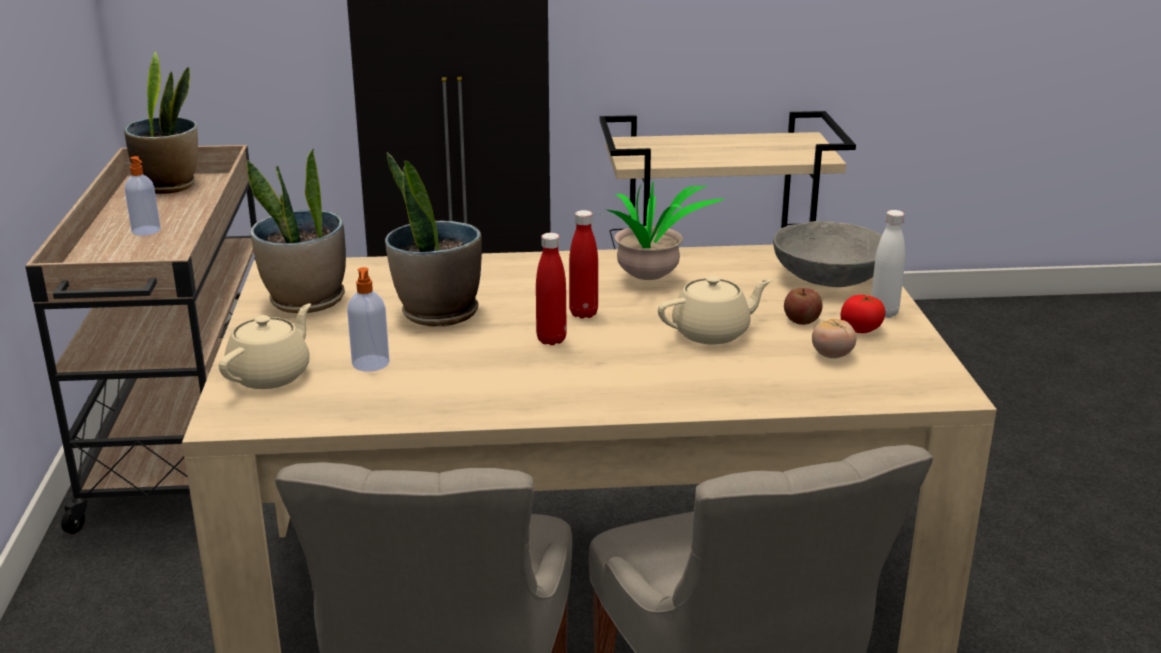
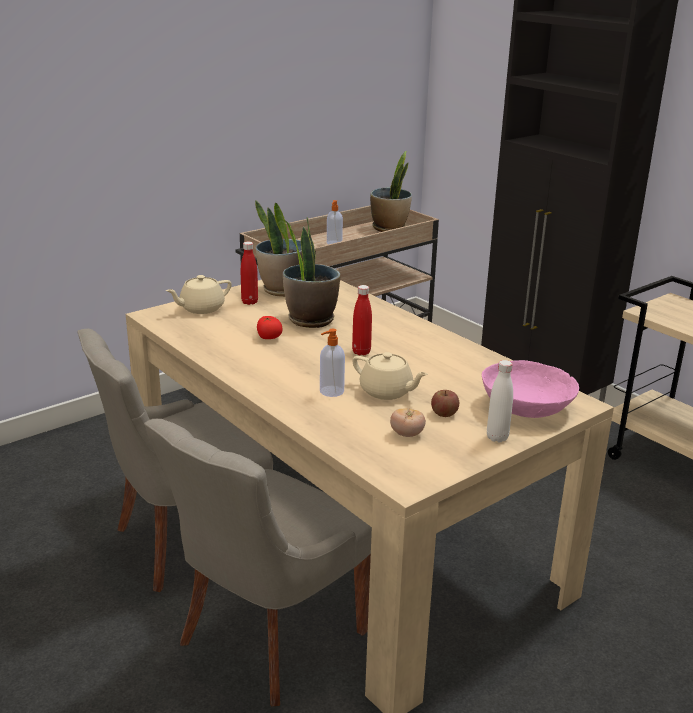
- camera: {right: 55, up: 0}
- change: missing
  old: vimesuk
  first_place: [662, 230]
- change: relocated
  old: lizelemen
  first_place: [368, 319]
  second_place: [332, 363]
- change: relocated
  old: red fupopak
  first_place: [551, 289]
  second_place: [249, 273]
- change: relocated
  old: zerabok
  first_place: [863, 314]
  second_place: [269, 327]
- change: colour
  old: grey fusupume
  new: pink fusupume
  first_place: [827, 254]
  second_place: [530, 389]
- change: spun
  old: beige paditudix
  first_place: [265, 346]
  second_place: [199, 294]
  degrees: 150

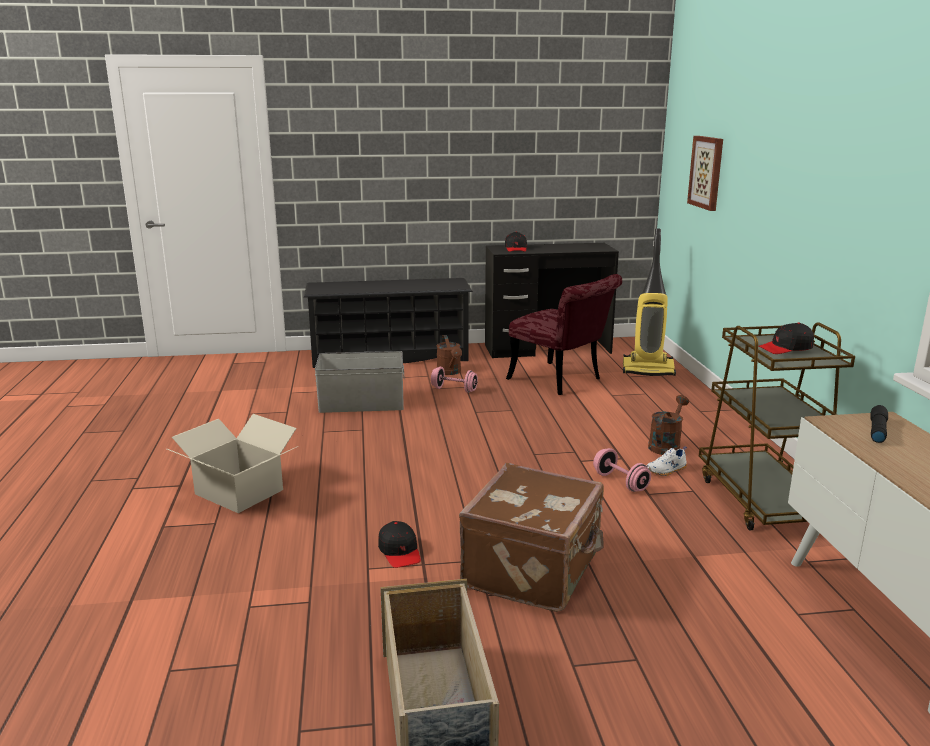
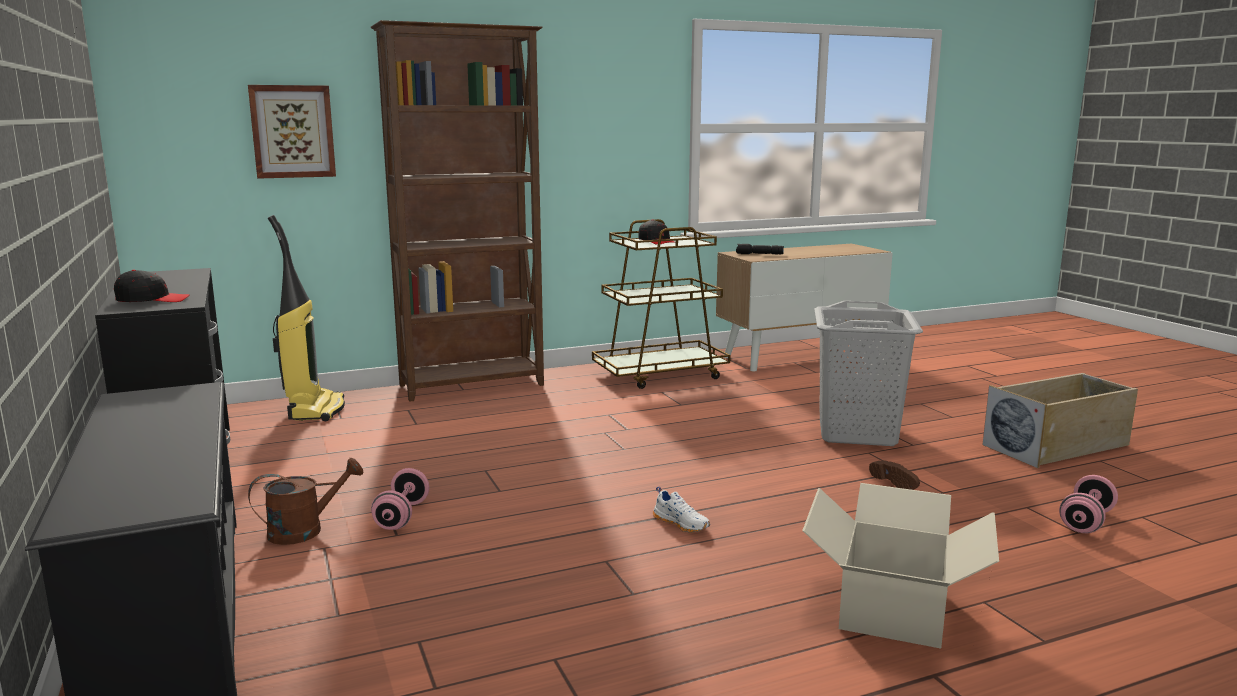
- camera: {right: -105, up: -5}
- change: missing
  old: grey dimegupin
  first_place: [359, 382]
- change: missing
  old: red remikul
  first_place: [564, 334]
- change: missing
  old: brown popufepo
  first_place: [668, 425]
- change: appeared
  new: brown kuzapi
  second_place: [457, 211]
- change: relocated
  old: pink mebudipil
  first_place: [622, 470]
  second_place: [1088, 504]
- change: relocated
  old: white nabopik
  first_place: [667, 461]
  second_place: [681, 510]
- change: exchanged
  old: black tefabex
  new: brown nabopik
  first_place: [399, 544]
  second_place: [894, 475]
- change: exchanged
  old: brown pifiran
  new: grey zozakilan
  first_place: [531, 537]
  second_place: [868, 373]

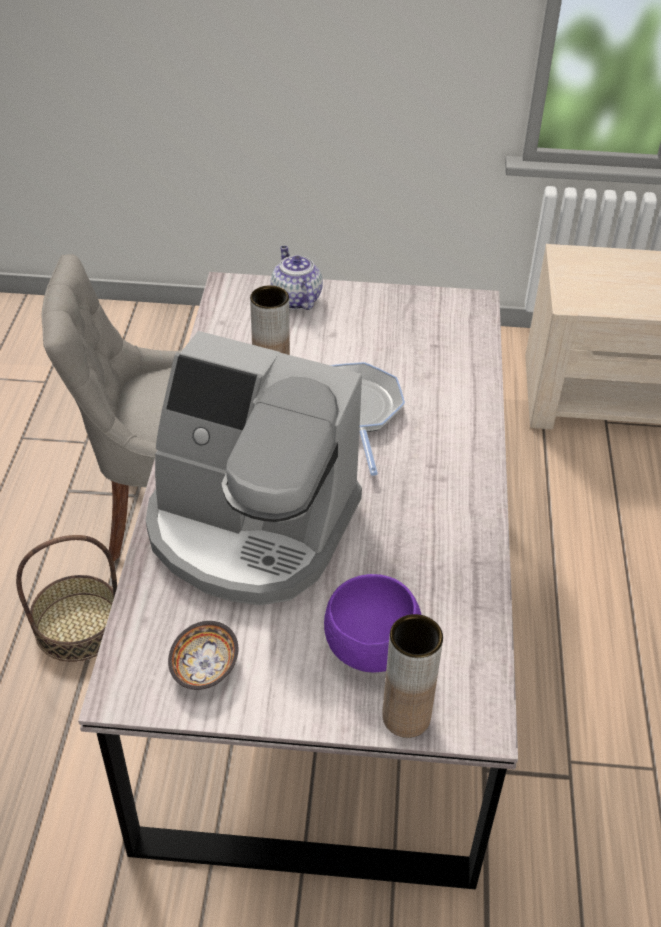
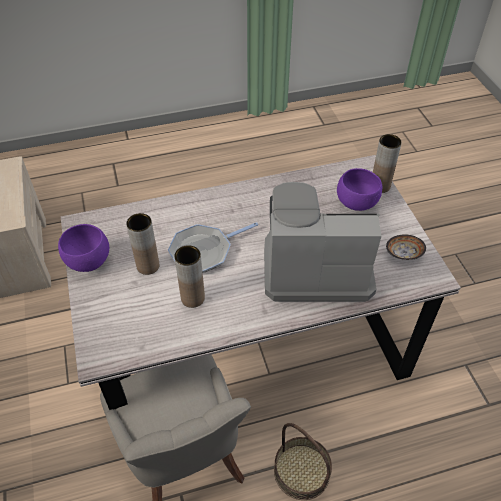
- camera: {right: -110, up: 5}
- change: missing
  old: paditudix
  first_place: [297, 278]
- change: appeared
  new: purple fusupume
  second_place: [83, 248]
- change: appeared
  new: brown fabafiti
  second_place: [142, 244]
- change: spun
  old: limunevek
  first_place: [254, 468]
  second_place: [322, 242]
  degrees: -90

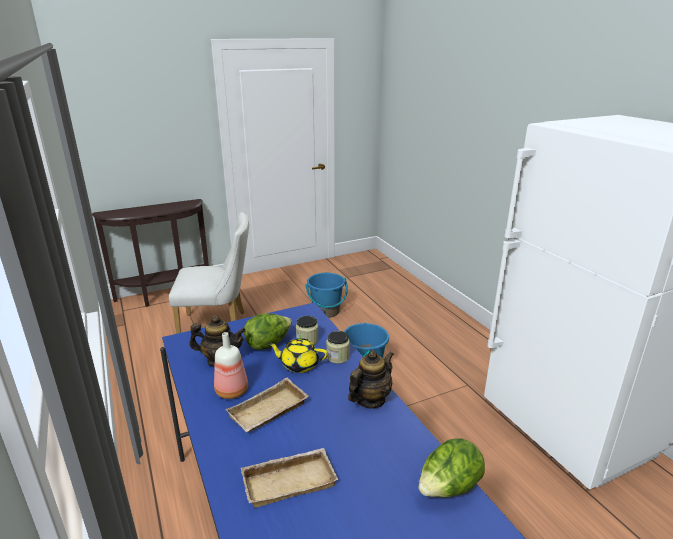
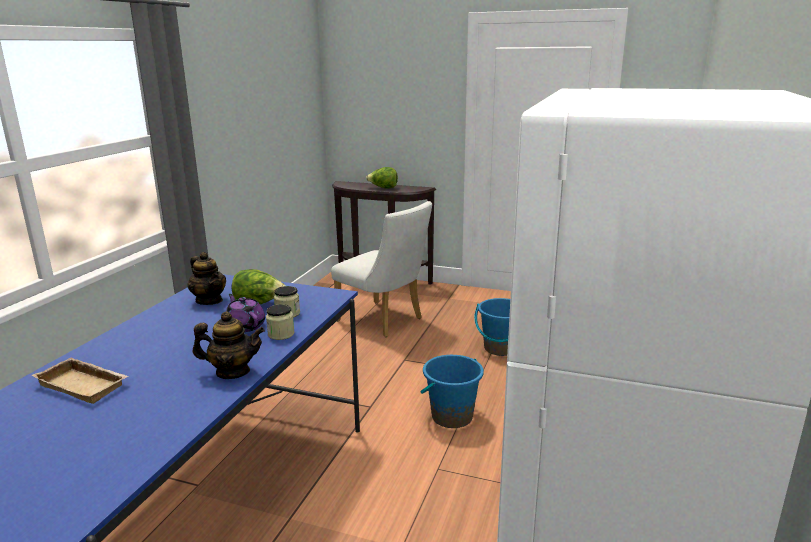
- camera: {right: 45, up: -5}
- change: missing
  old: fupopak
  first_place: [231, 365]
- change: missing
  old: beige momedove
  first_place: [267, 405]
- change: relocated
  old: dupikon
  first_place: [452, 467]
  second_place: [382, 178]
- change: colour
  old: yellow paditudix
  new: purple paditudix
  first_place: [298, 355]
  second_place: [245, 313]

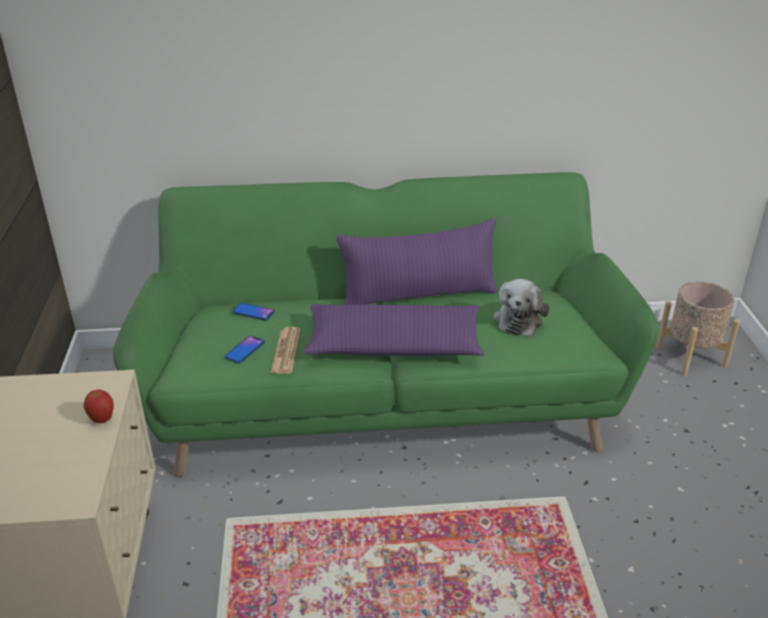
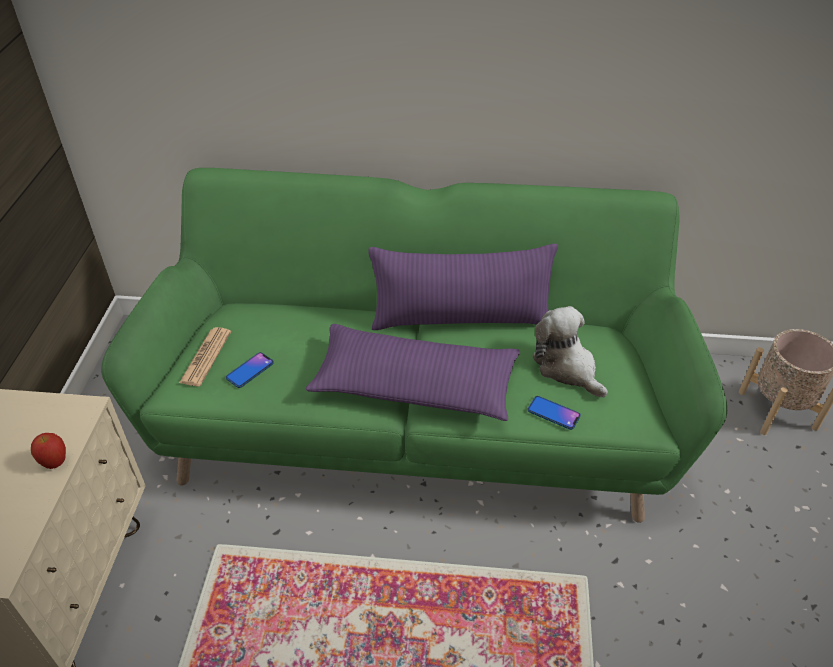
- camera: {right: 10, up: 10}
- change: relocated
  old: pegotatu
  first_place: [253, 312]
  second_place: [554, 413]
- change: relocated
  old: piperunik
  first_place: [285, 350]
  second_place: [205, 356]
- change: spun
  old: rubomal
  first_place: [521, 308]
  second_place: [570, 352]
  degrees: 120

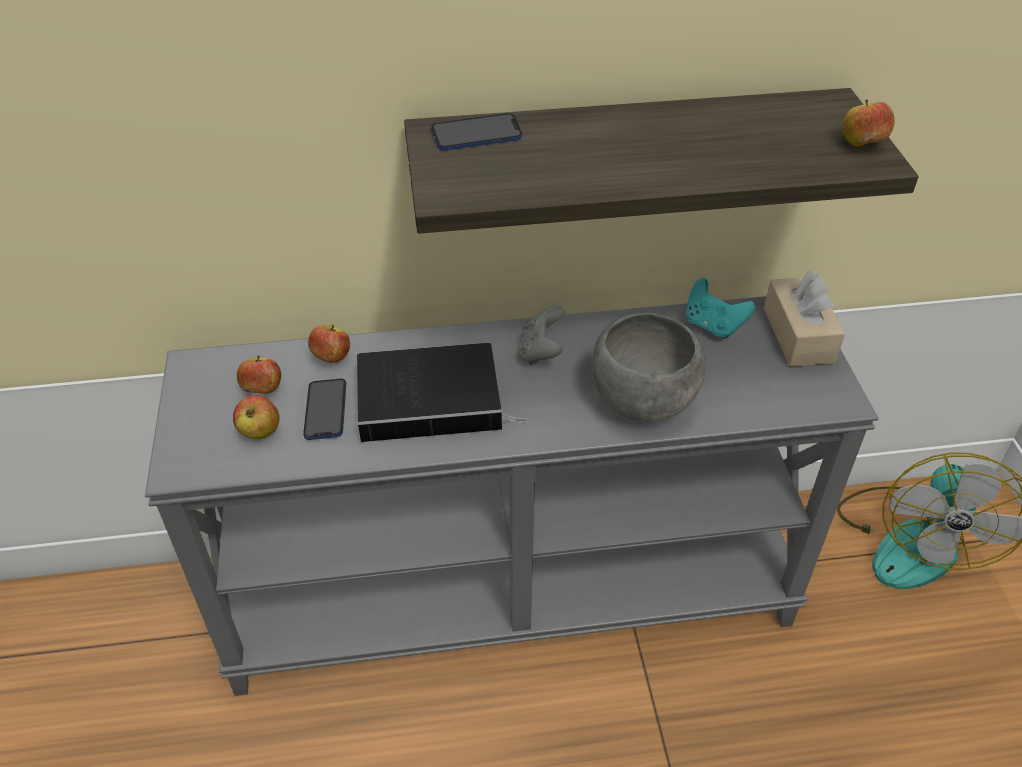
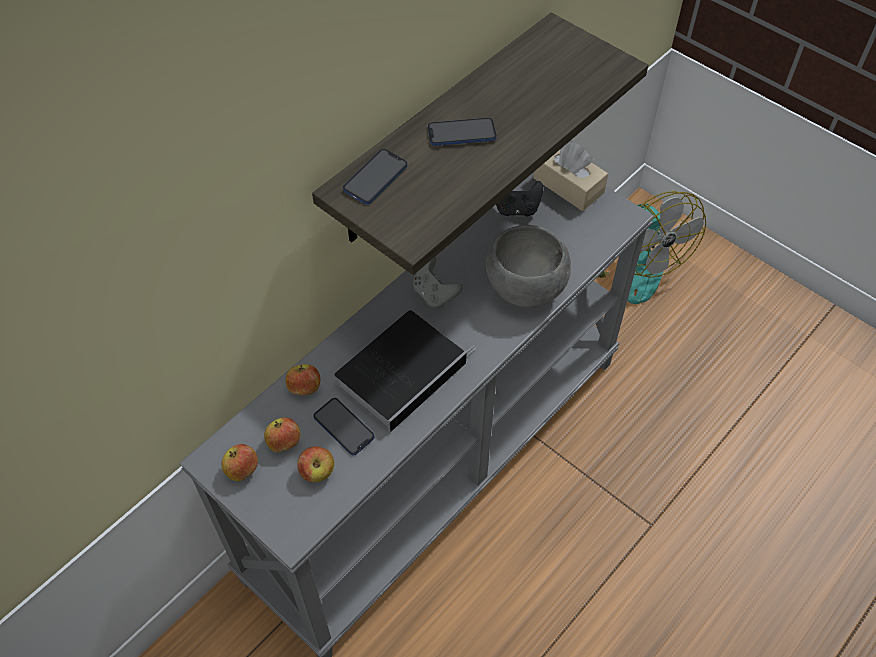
- camera: {right: -40, up: 10}
- change: appeared
  new: pegotatu
  second_place: [462, 132]
- change: relocated
  old: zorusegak
  first_place: [869, 123]
  second_place: [240, 462]
- change: colour
  old: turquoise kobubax
  new: black kobubax
  first_place: [720, 308]
  second_place: [519, 198]

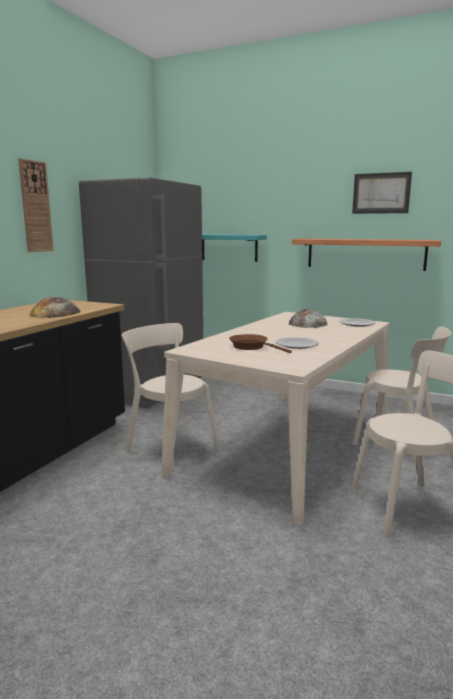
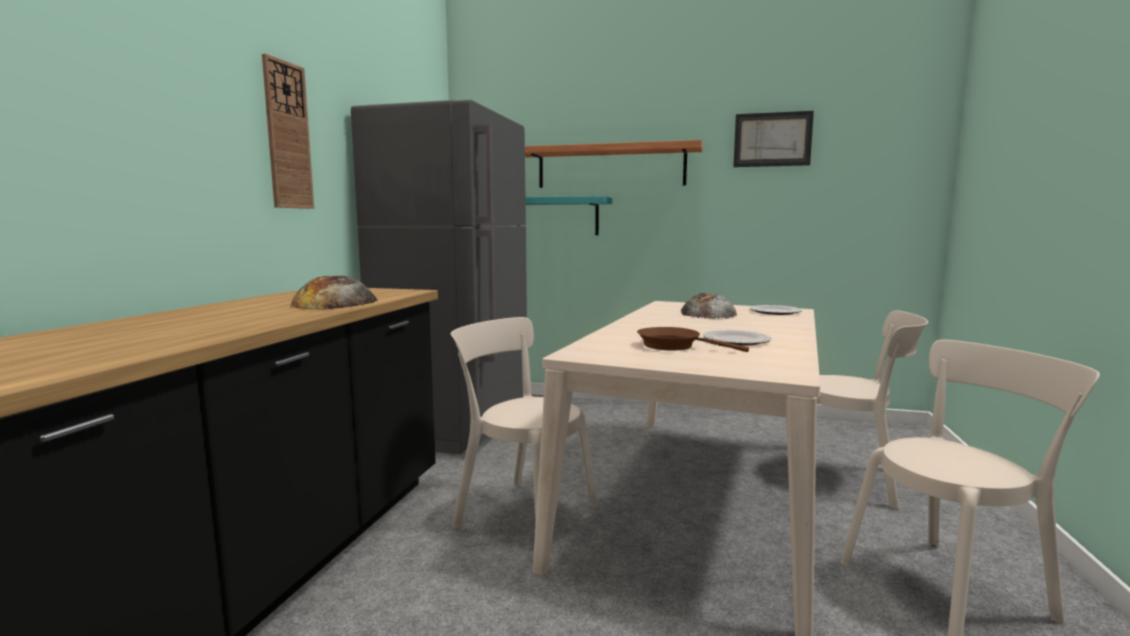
- camera: {right: -10, up: -5}
- change: relocated
  old: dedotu
  first_place: [367, 255]
  second_place: [613, 164]

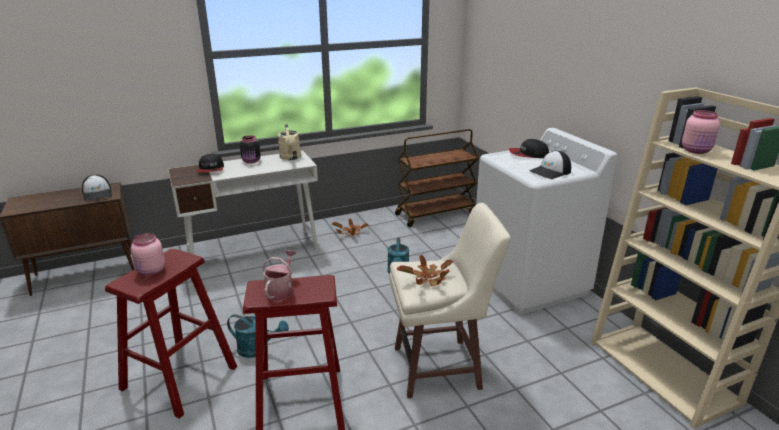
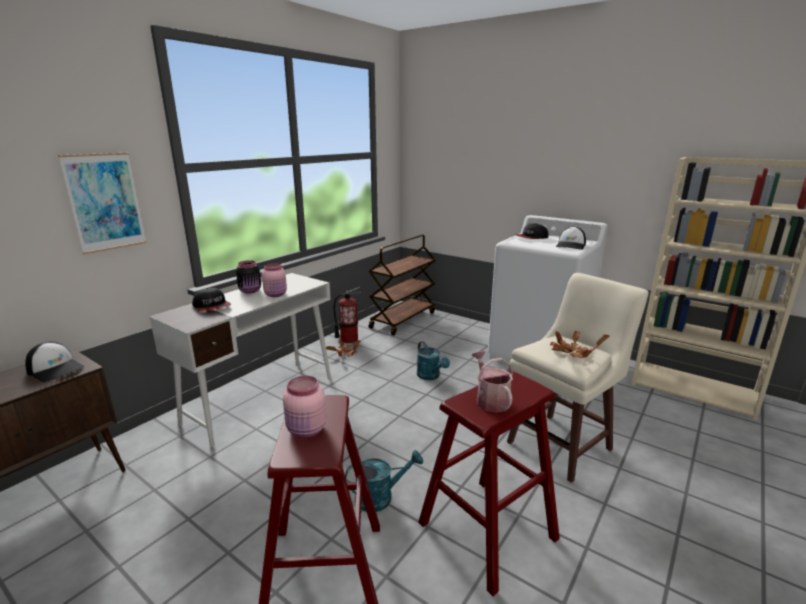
- camera: {right: -30, up: -5}
- change: missing
  old: beige popufepo
  first_place: [289, 142]
- change: appeared
  new: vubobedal
  second_place: [102, 203]
- change: appeared
  new: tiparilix
  second_place: [347, 315]
- change: relocated
  old: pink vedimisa
  first_place: [701, 132]
  second_place: [274, 280]

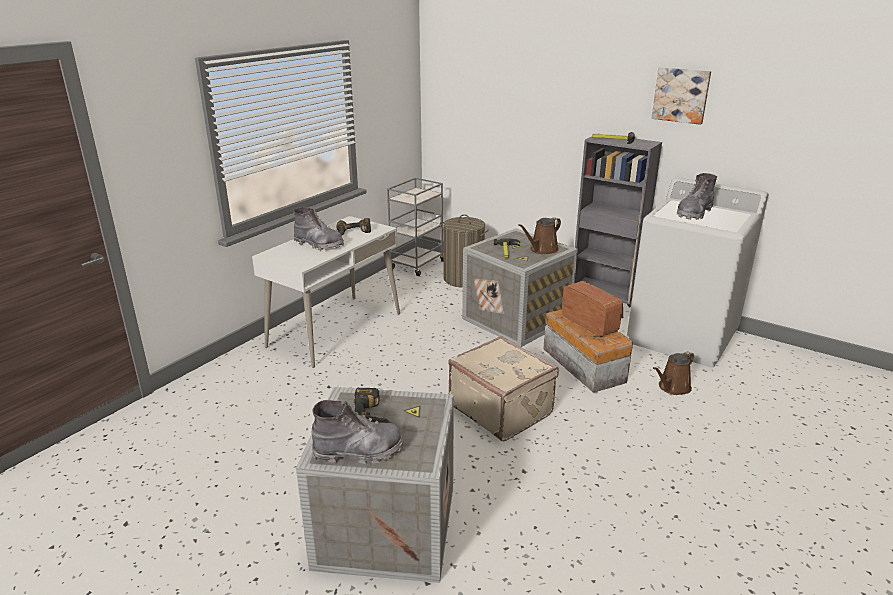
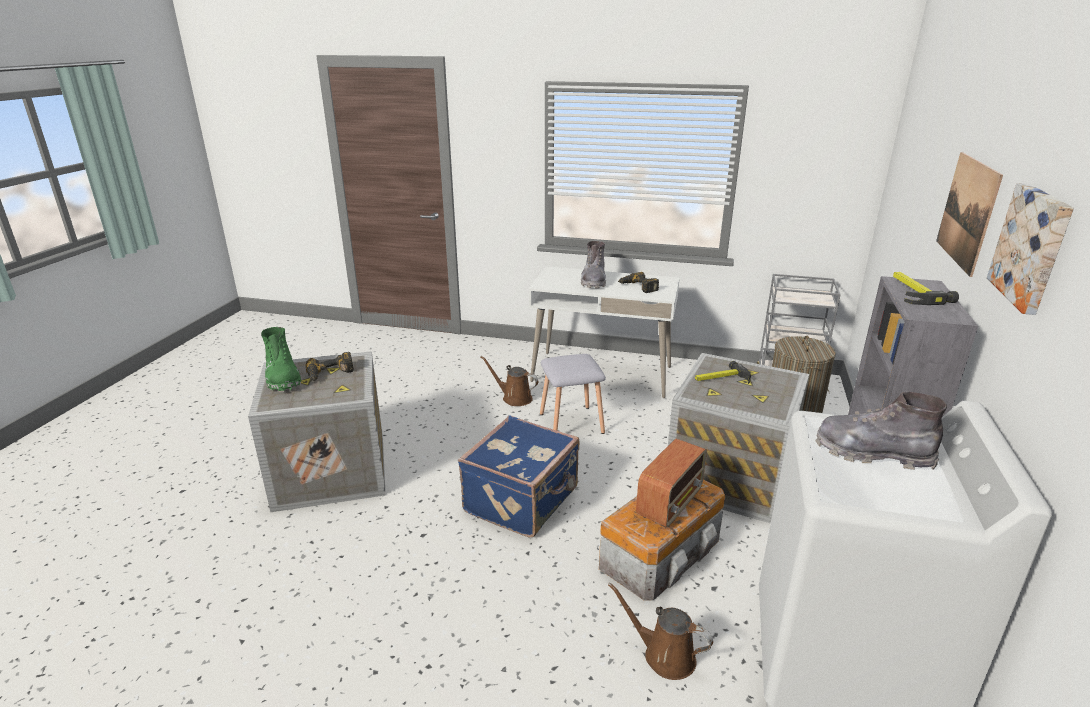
- camera: {right: 70, up: 0}
- change: appeared
  new: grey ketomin
  second_place: [573, 394]
- change: appeared
  new: vubobedal
  second_place: [969, 214]
- change: relocated
  old: brown popufepo
  first_place: [539, 235]
  second_place: [509, 381]
- change: colour
  old: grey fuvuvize
  new: green fuvuvize
  first_place: [357, 432]
  second_place: [281, 359]
- change: colour
  old: beige pifiran
  new: blue pifiran
  first_place: [503, 389]
  second_place: [518, 476]

